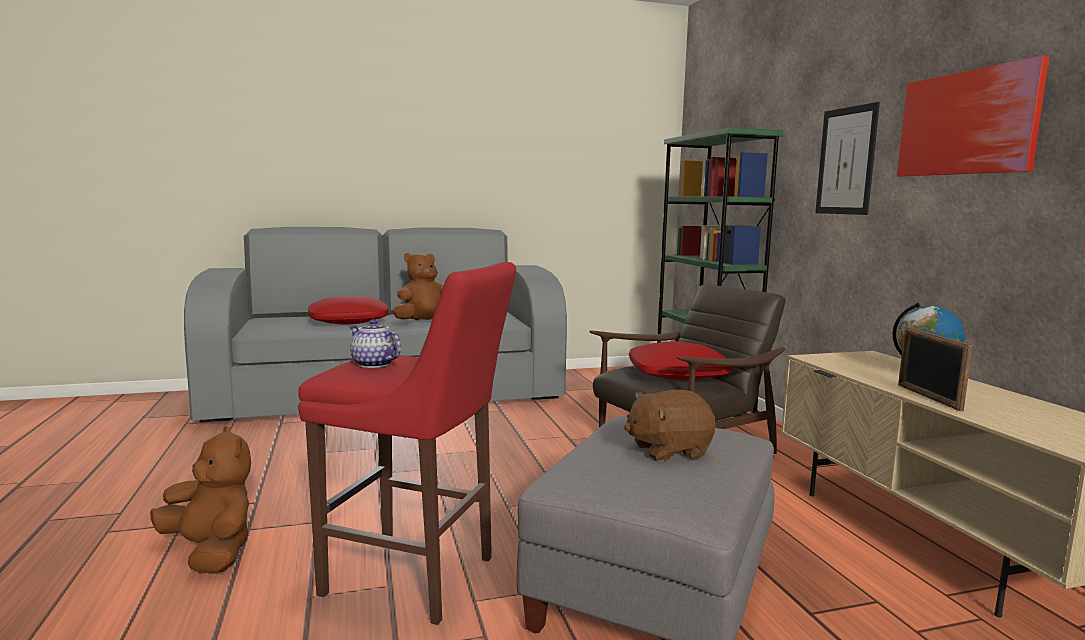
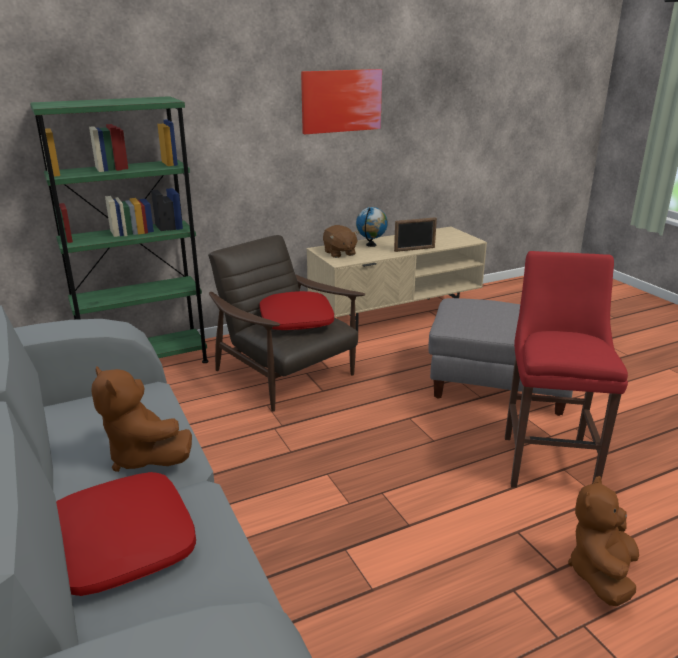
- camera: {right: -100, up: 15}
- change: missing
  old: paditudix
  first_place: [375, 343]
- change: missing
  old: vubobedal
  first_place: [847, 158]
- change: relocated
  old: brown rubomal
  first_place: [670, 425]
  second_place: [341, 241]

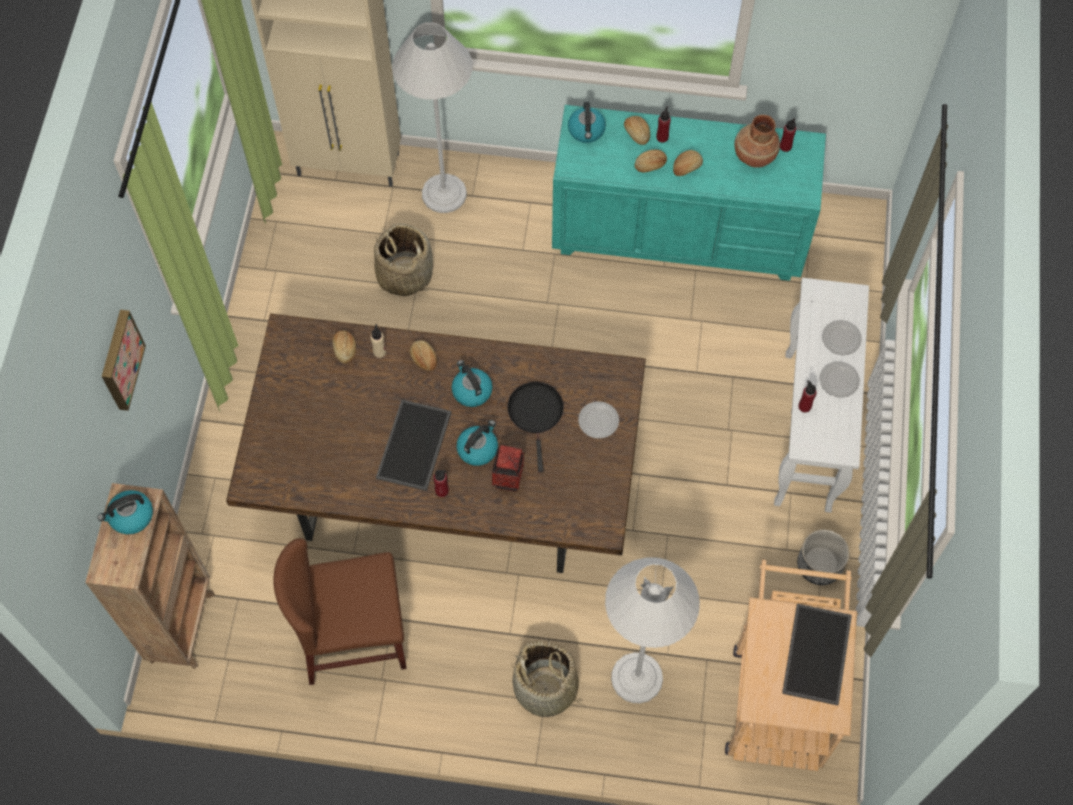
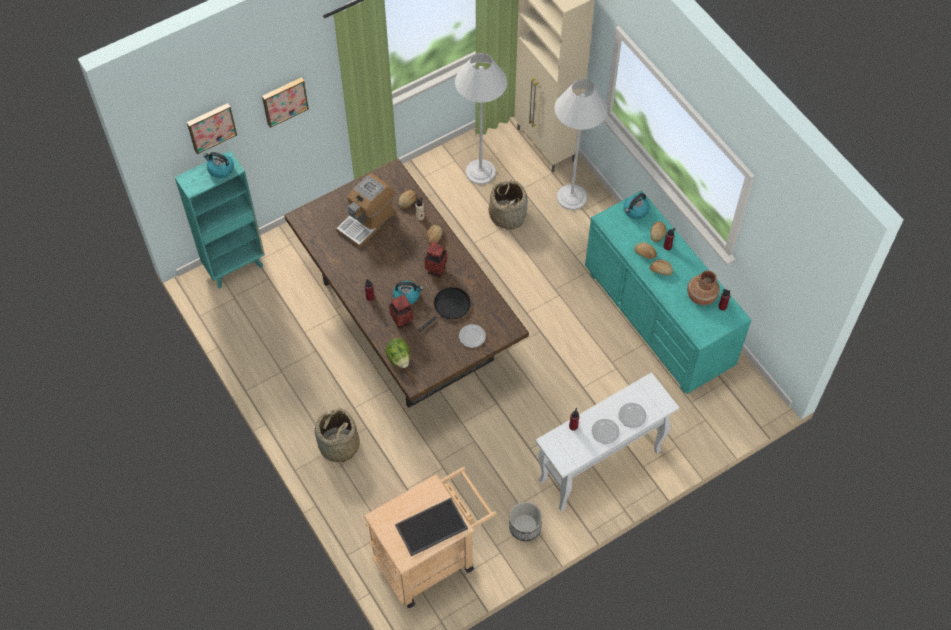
- camera: {right: 50, up: -5}
- change: missing
  old: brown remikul
  first_place: [340, 611]
- change: missing
  old: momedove
  first_place: [414, 445]
- change: appeared
  new: vubobedal
  second_place: [212, 128]
- change: appeared
  new: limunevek
  second_place: [365, 210]
- change: appeared
  new: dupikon
  second_place: [398, 353]
- change: relocated
  old: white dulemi
  first_place: [652, 630]
  second_place: [481, 119]
- change: exchanged
  old: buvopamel
  new: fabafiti
  first_place: [472, 383]
  second_place: [436, 260]
- change: colour
  old: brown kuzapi
  new: turquoise kuzapi
  first_place: [150, 576]
  second_place: [220, 219]

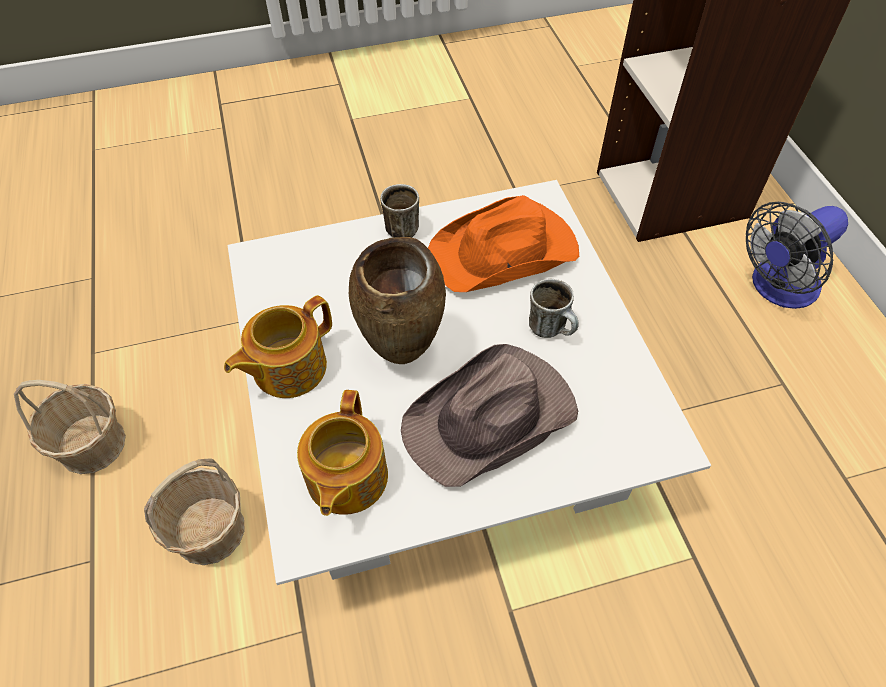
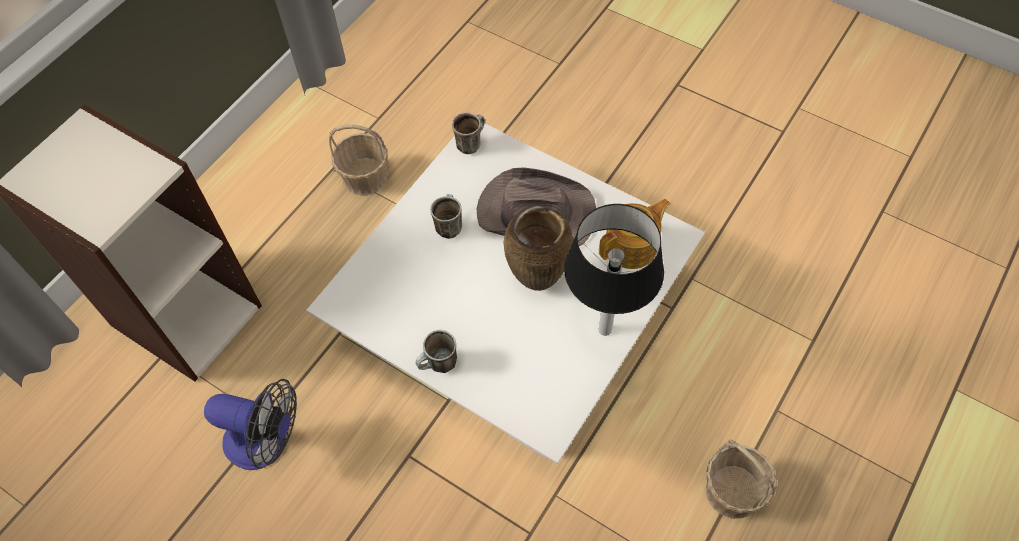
- camera: {right: -130, up: 5}
- change: missing
  old: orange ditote
  first_place: [503, 243]
- change: appeared
  new: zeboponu
  second_place: [468, 133]
- change: relocated
  old: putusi
  first_place: [194, 511]
  second_place: [358, 160]
- change: relocated
  old: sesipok
  first_place: [797, 255]
  second_place: [250, 424]
- change: exchanged
  old: paditudix
  new: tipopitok
  first_place: [278, 346]
  second_place: [614, 270]

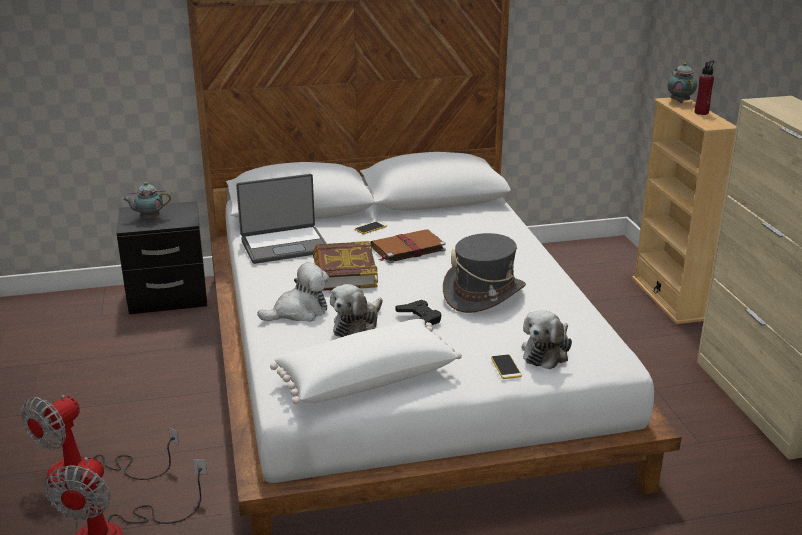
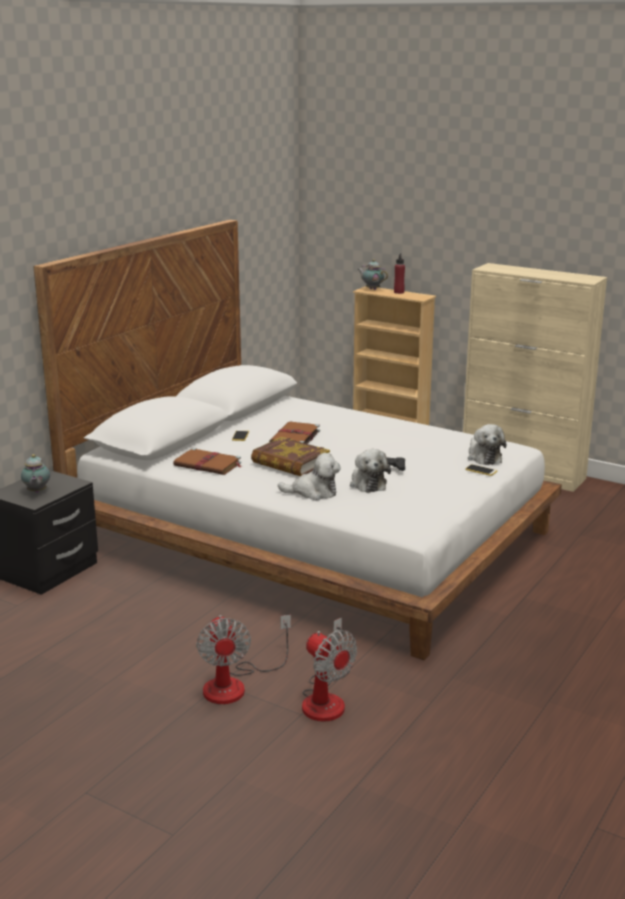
- camera: {right: -45, up: -5}
- change: missing
  old: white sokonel
  first_place: [366, 361]
- change: missing
  old: grey ditote
  first_place: [484, 273]
- change: exchanged
  old: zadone
  new: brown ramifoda
  first_place: [281, 219]
  second_place: [207, 461]
- change: spun
  old: paditudix
  first_place: [147, 200]
  second_place: [35, 473]
  degrees: -45
- change: spun
  old: rubomal
  first_place: [293, 292]
  second_place: [309, 477]
  degrees: 75

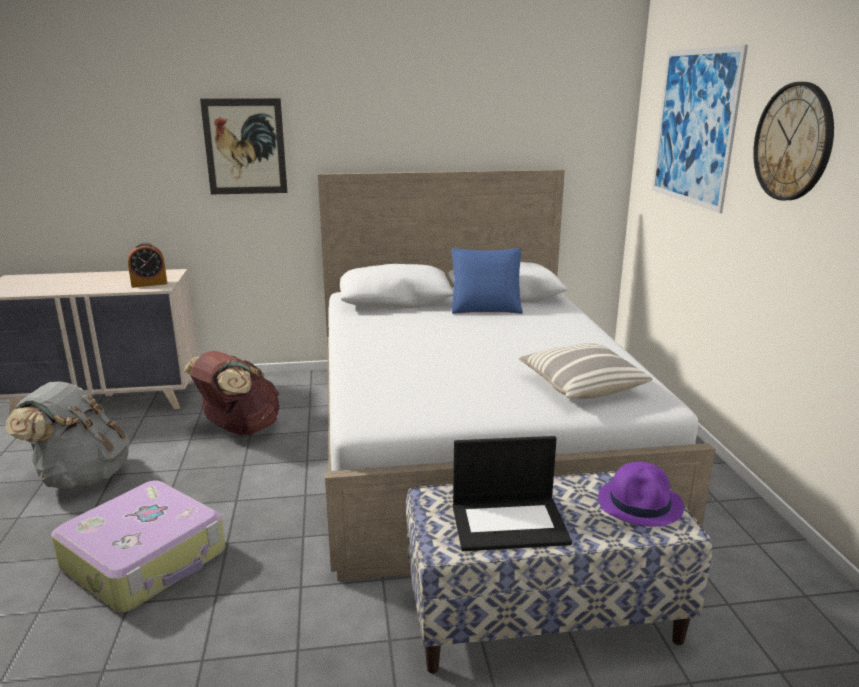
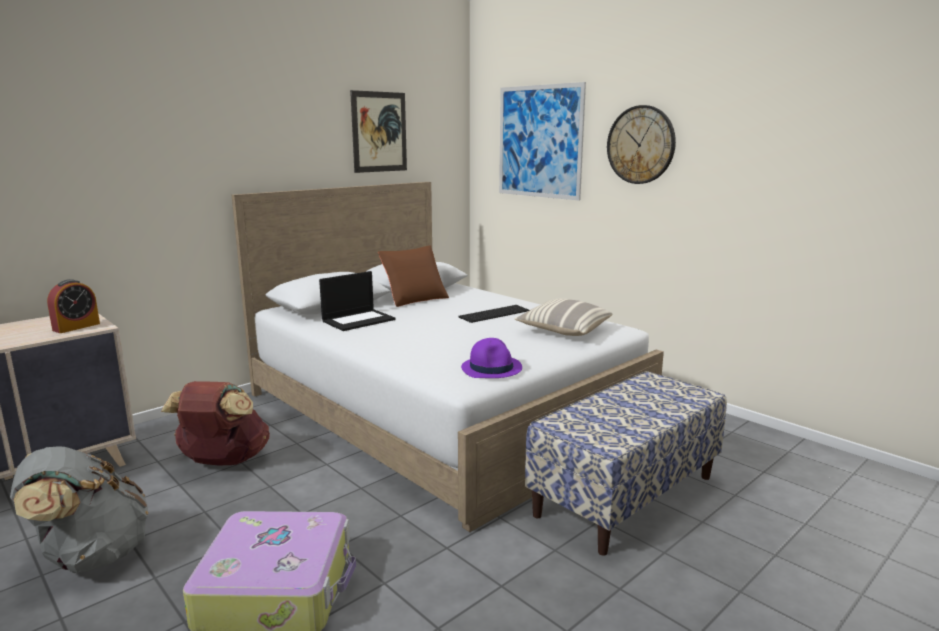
- camera: {right: -35, up: -5}
- change: appeared
  new: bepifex
  second_place: [494, 314]
- change: relocated
  old: vubobedal
  first_place: [243, 146]
  second_place: [378, 131]
- change: relocated
  old: zadone
  first_place: [512, 493]
  second_place: [357, 301]
- change: relocated
  old: purple ditote
  first_place: [641, 494]
  second_place: [491, 358]
- change: colour
  old: blue sokonel
  new: brown sokonel
  first_place: [487, 281]
  second_place: [413, 276]

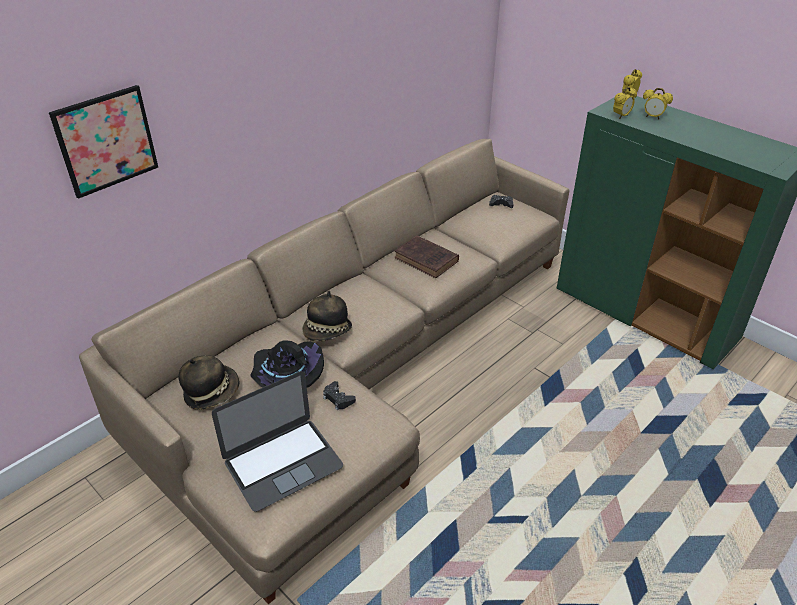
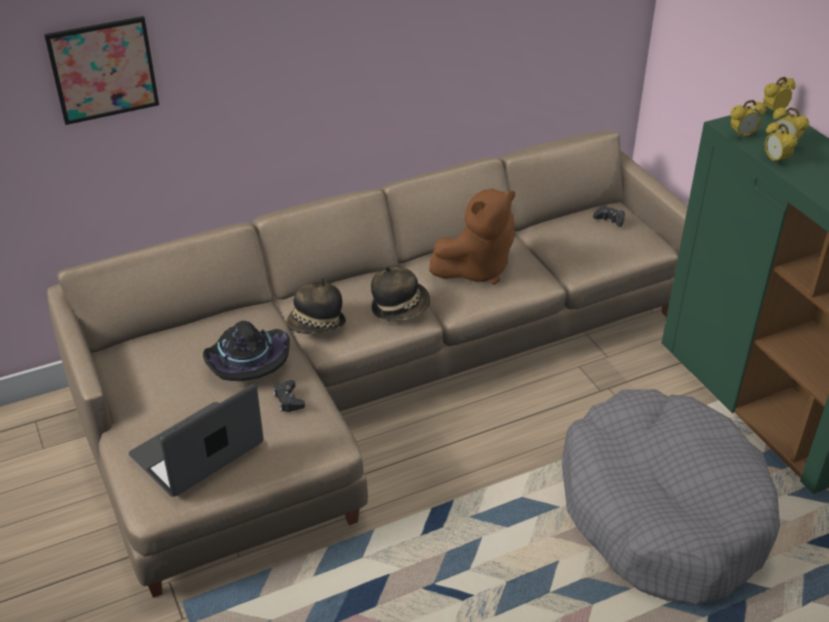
- camera: {right: 20, up: 0}
- change: appeared
  new: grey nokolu
  second_place: [671, 496]
- change: appeared
  new: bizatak
  second_place: [781, 144]
- change: relocated
  old: ditote
  first_place: [208, 382]
  second_place: [400, 293]
- change: exchanged
  old: brown ramifoda
  new: brown rubomal
  first_place: [426, 257]
  second_place: [472, 237]
- change: spun
  old: zadone
  first_place: [277, 441]
  second_place: [196, 440]
  degrees: 150

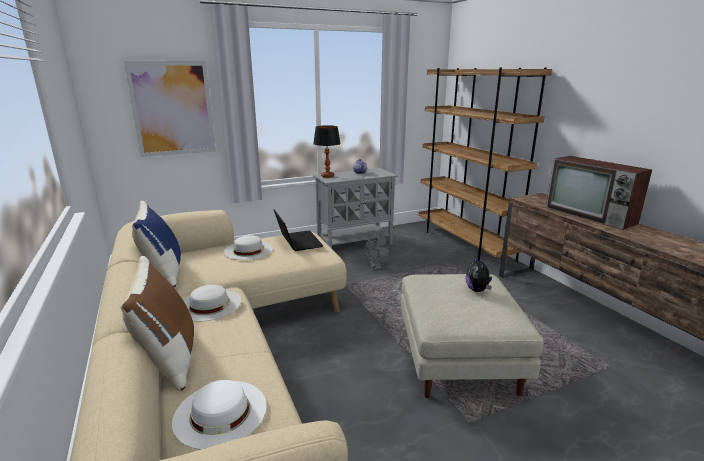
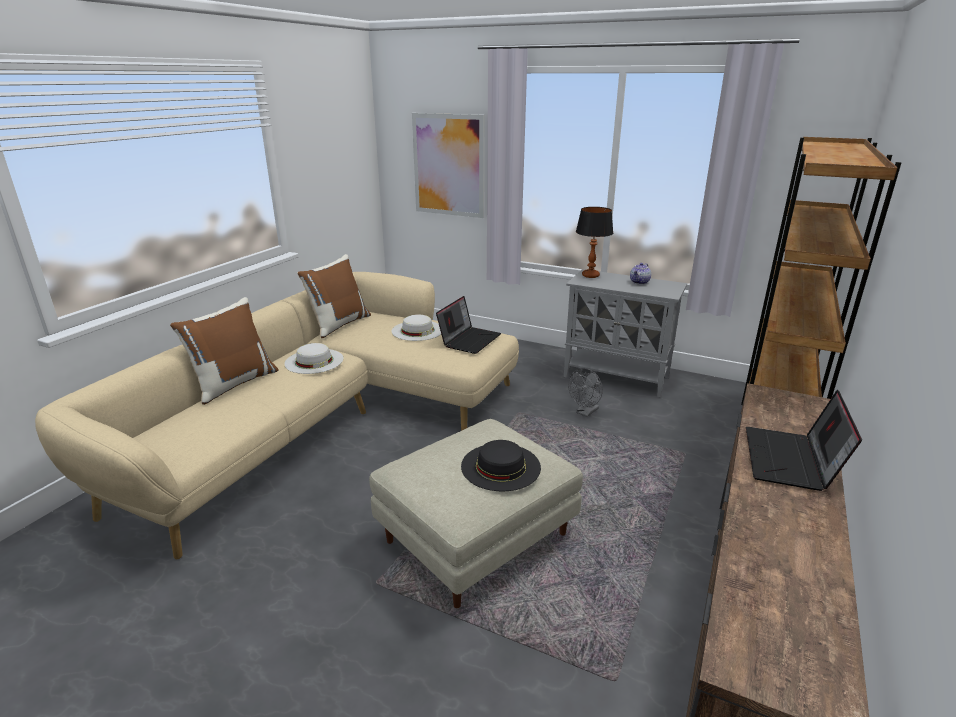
- camera: {right: 50, up: 5}
- change: missing
  old: white ditote
  first_place: [219, 414]
- change: exchanged
  old: rubomal
  new: black ditote
  first_place: [478, 274]
  second_place: [501, 465]
- change: exchanged
  old: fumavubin
  new: zadone
  first_place: [599, 193]
  second_place: [804, 440]
- change: colour
  old: blue sokonel
  new: brown sokonel
  first_place: [156, 244]
  second_place: [334, 296]

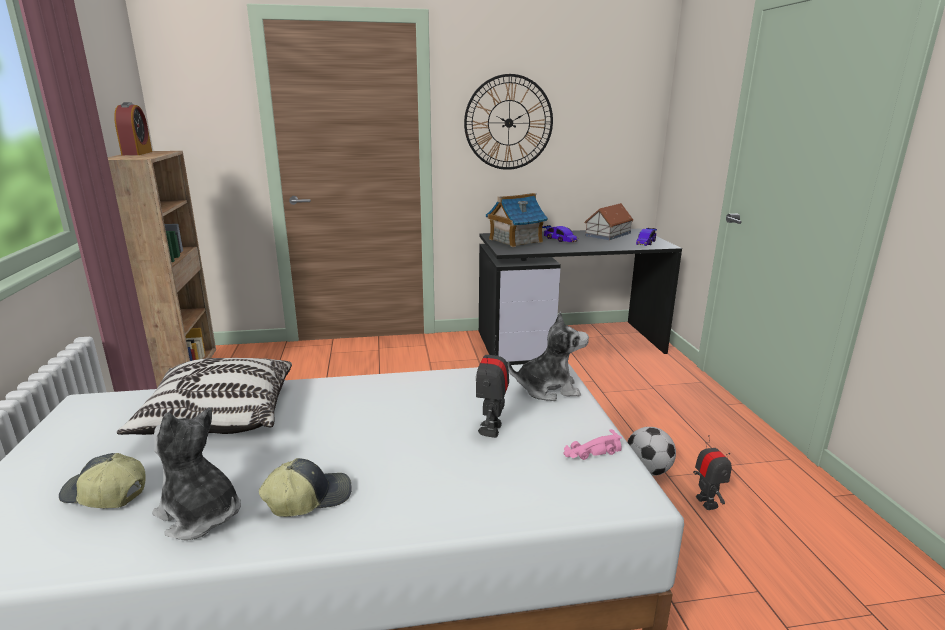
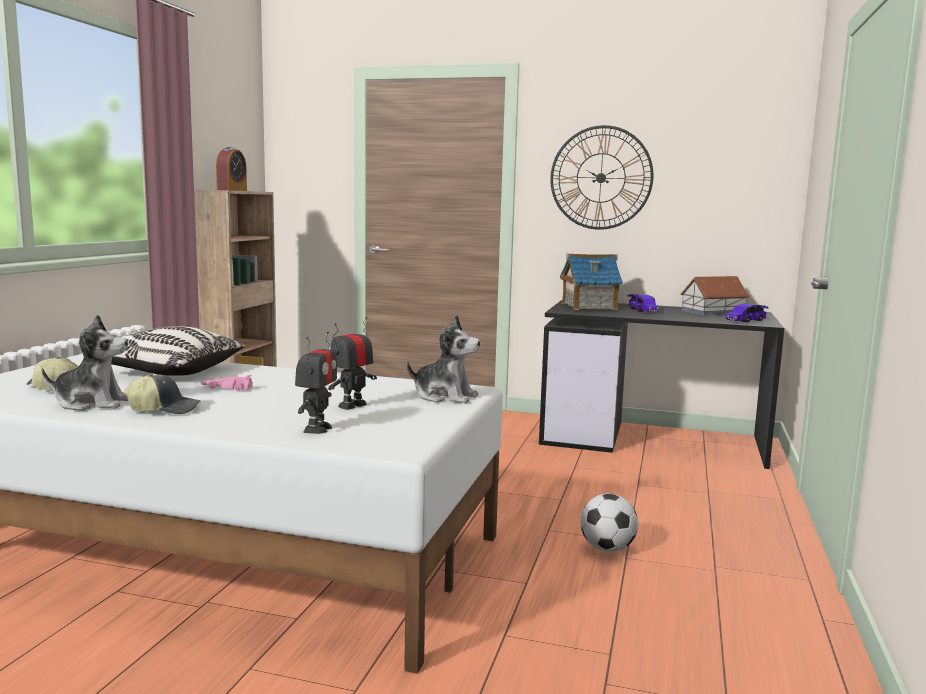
- camera: {right: 25, up: -10}
- change: relocated
  old: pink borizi
  first_place: [592, 444]
  second_place: [227, 383]
- change: relocated
  old: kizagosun
  first_place: [712, 472]
  second_place: [316, 383]
- change: spun
  old: rubomal
  first_place: [196, 474]
  second_place: [84, 363]
  degrees: 120

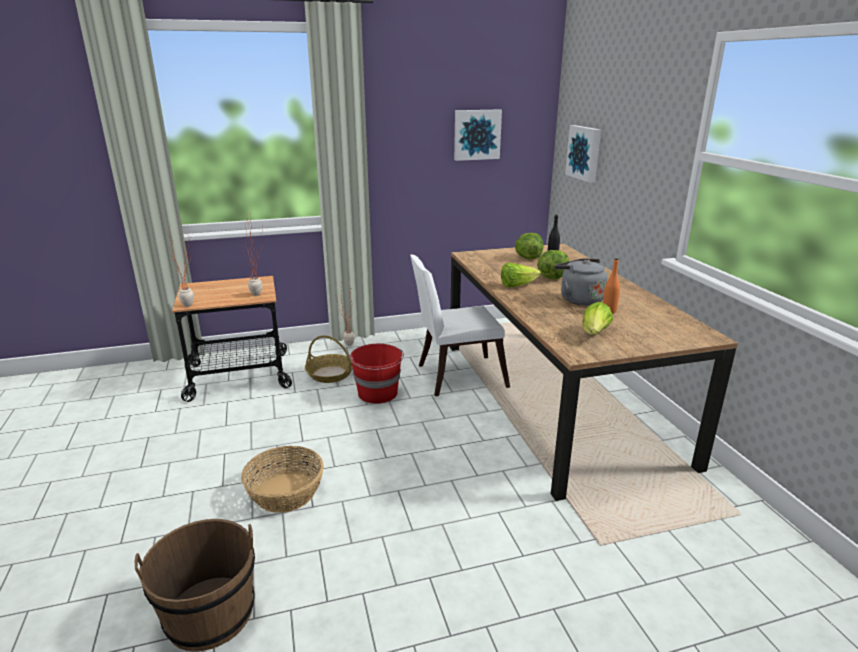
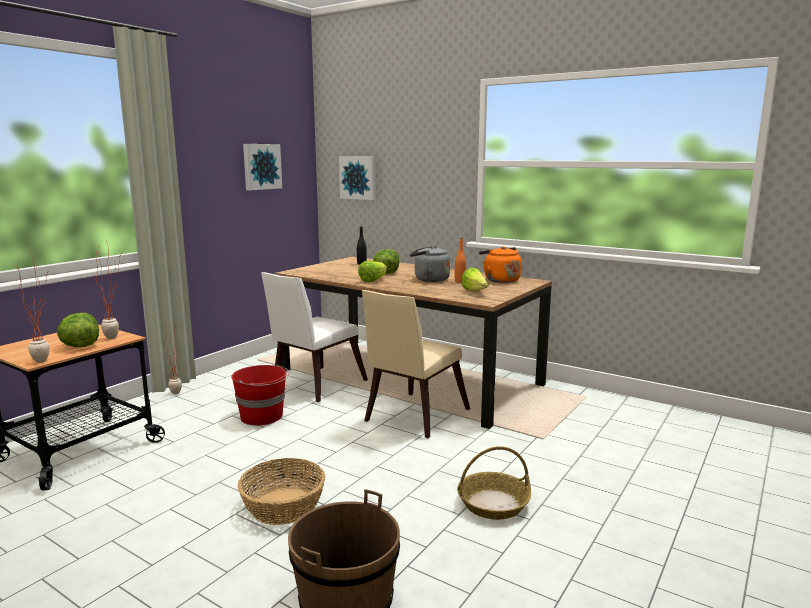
- camera: {right: -40, up: -10}
- change: appeared
  new: beige remikul
  second_place: [416, 364]
- change: appeared
  new: orange buvopamel
  second_place: [500, 264]
- change: relocated
  old: putusi
  first_place: [329, 359]
  second_place: [494, 483]
- change: relocated
  old: dupikon
  first_place: [529, 246]
  second_place: [78, 330]

